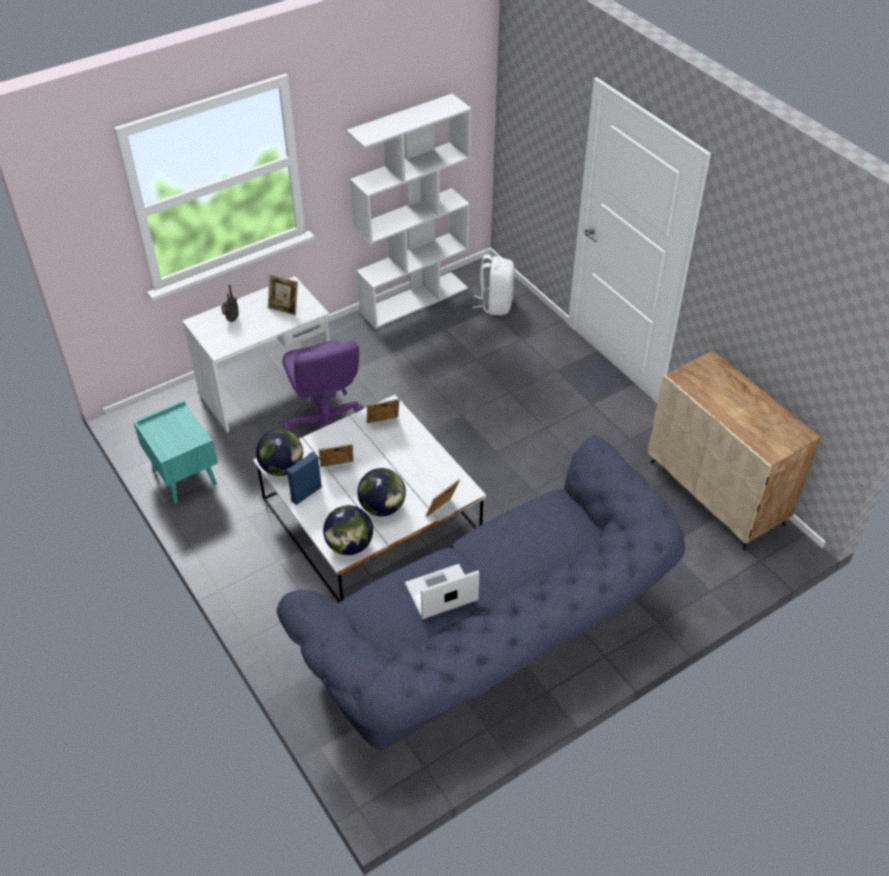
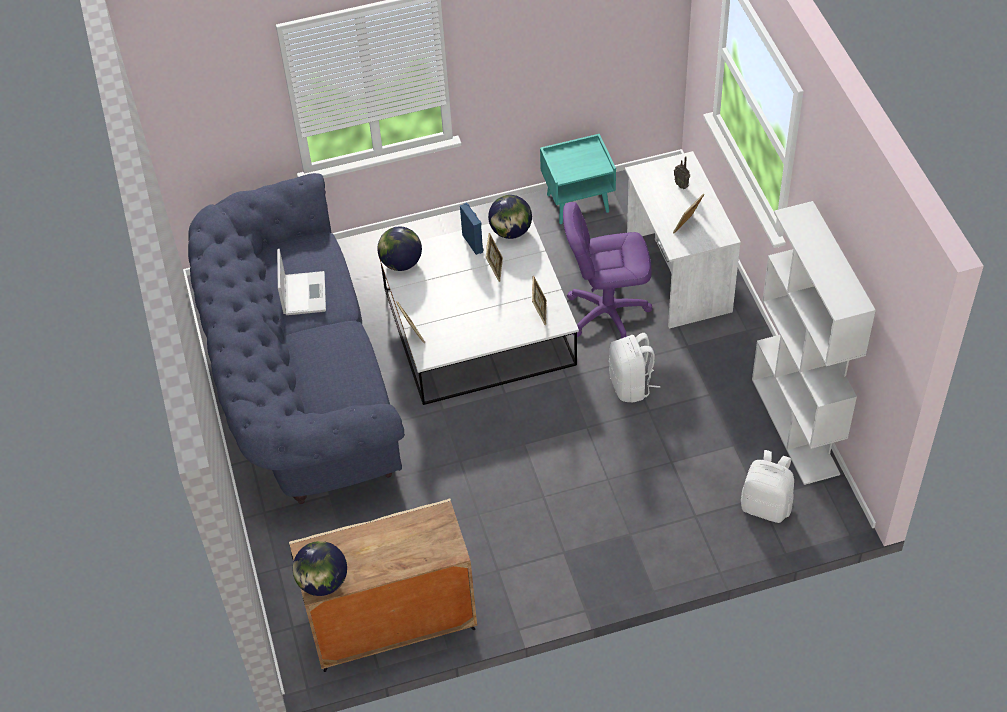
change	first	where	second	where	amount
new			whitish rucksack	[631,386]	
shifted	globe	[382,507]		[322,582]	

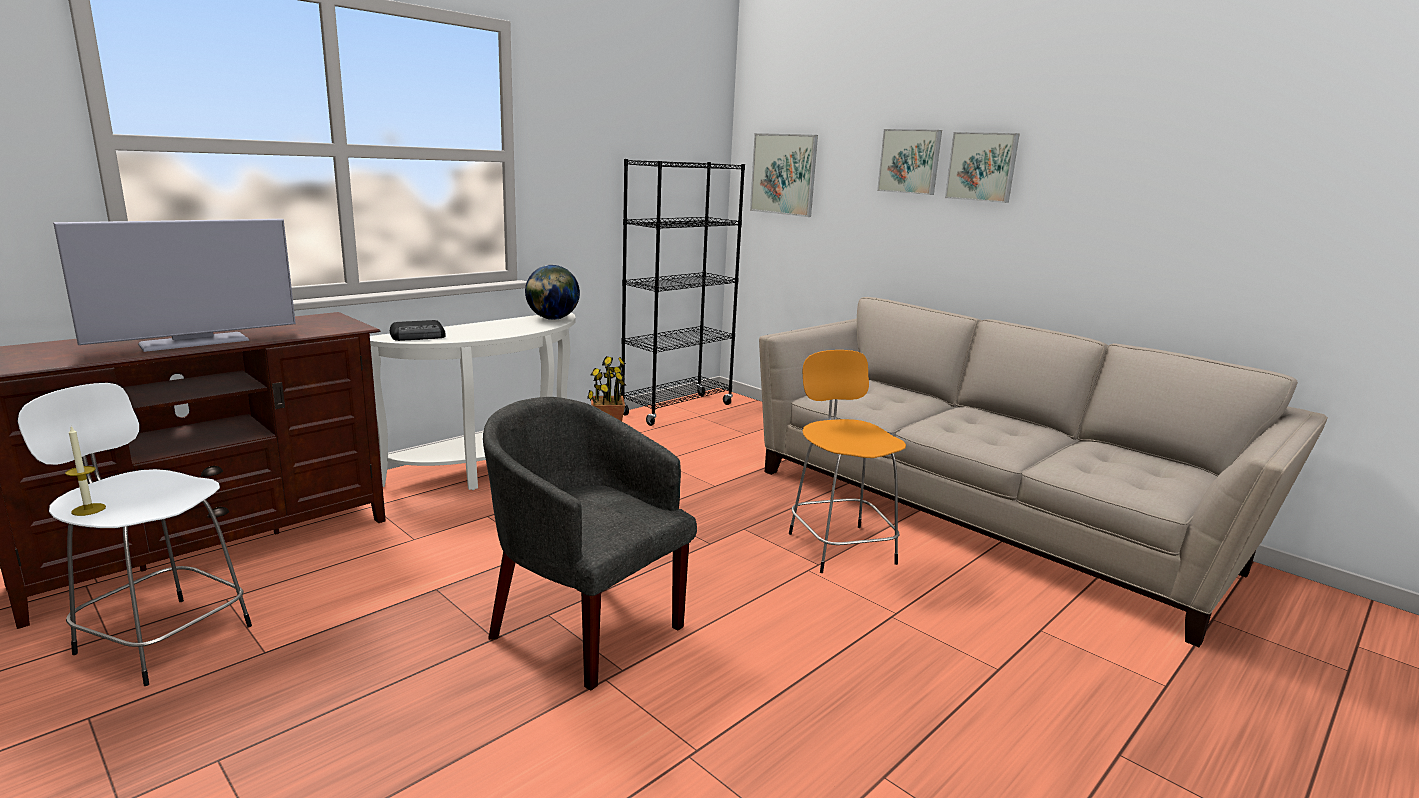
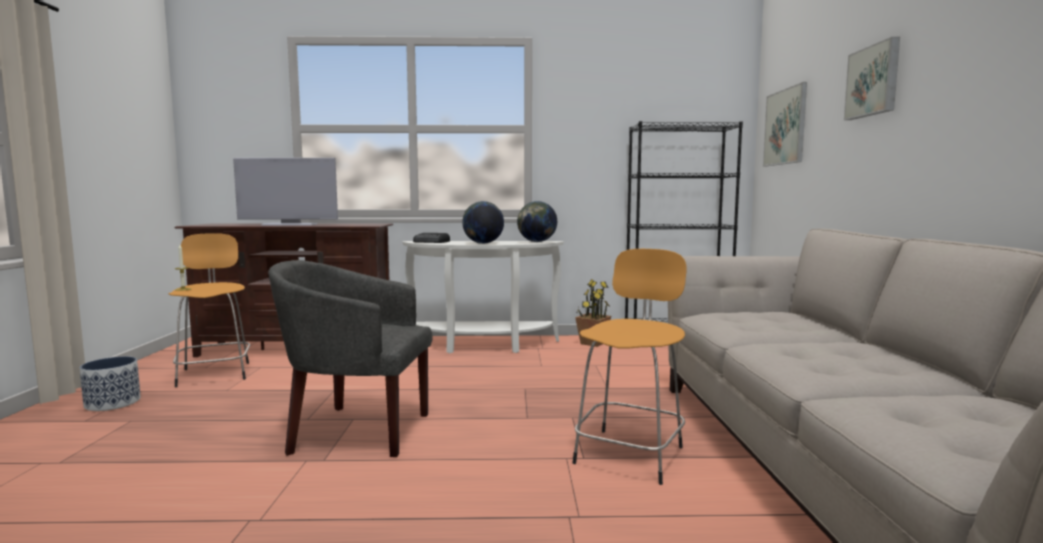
change	first	where	second	where	amount
gone	wall art	[982,167]			
new			flower pot	[113,403]	
new			globe	[483,243]	
repainted	whitish stool seat	[161,638]	orangey stool seat	[214,373]	
rotated	gray easy chair	[583,626]		[356,431]	75 degrees counterclockwise

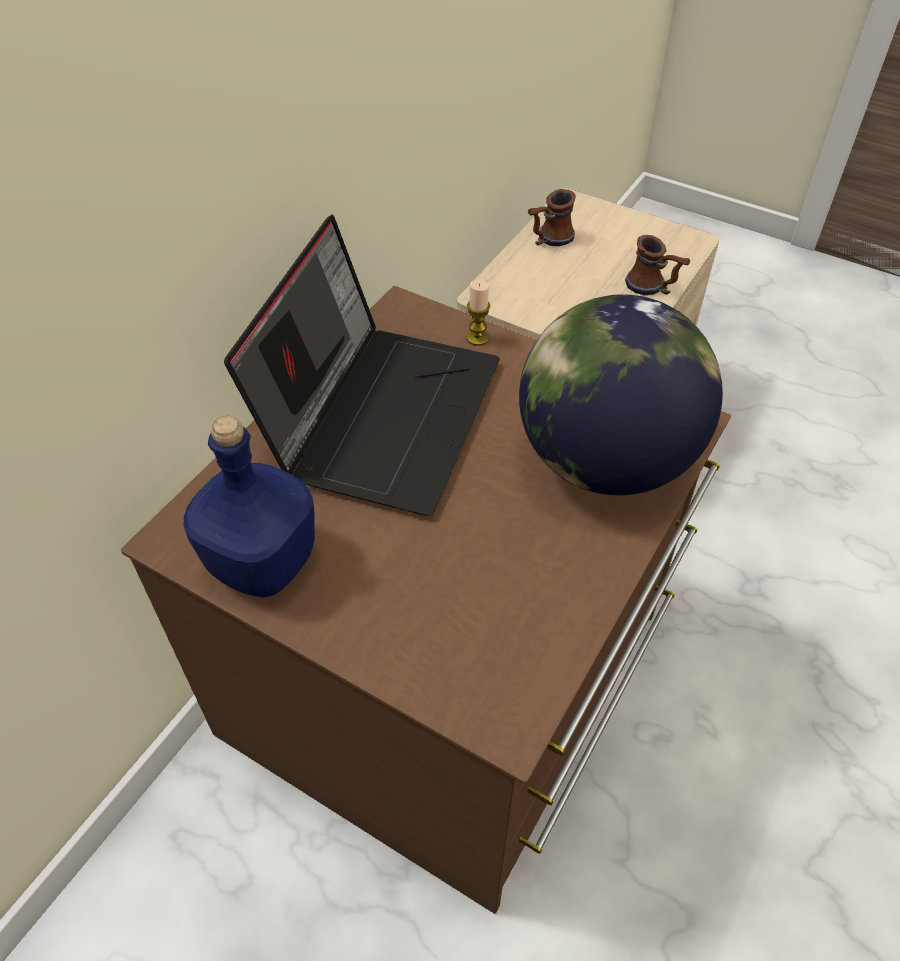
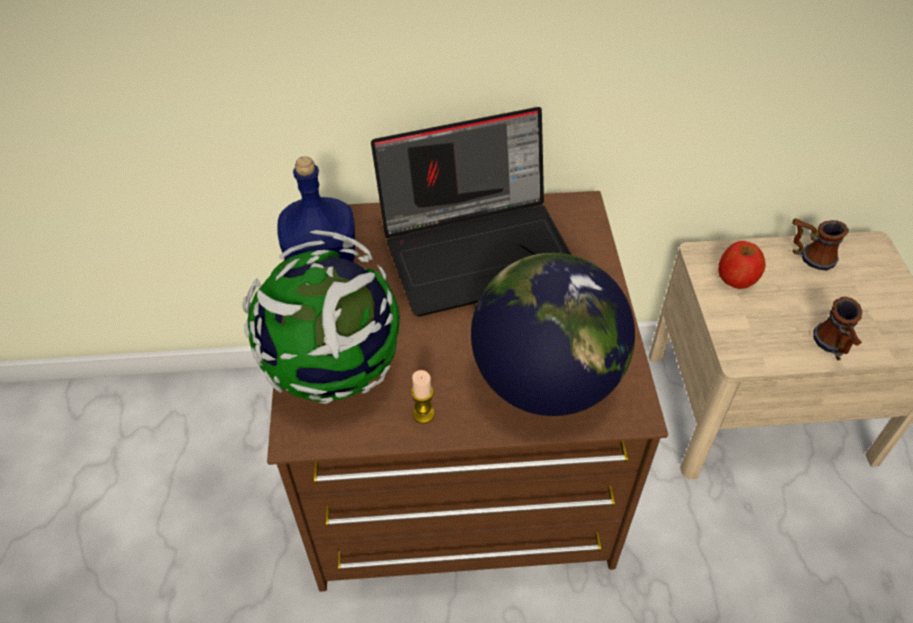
change	first	where	second	where	amount
new			globe	[334,370]	
new			apple	[737,277]	
shifted	wax light	[477,338]		[423,414]	

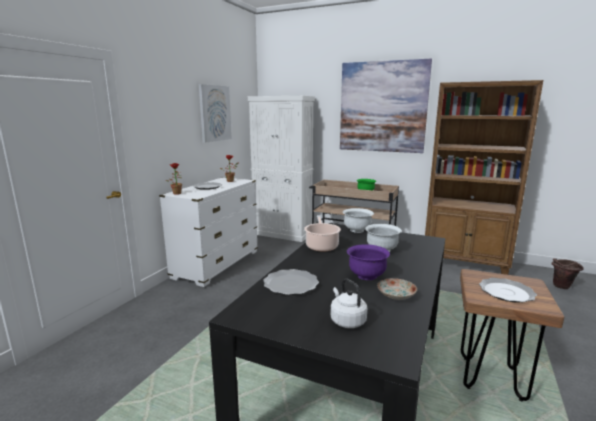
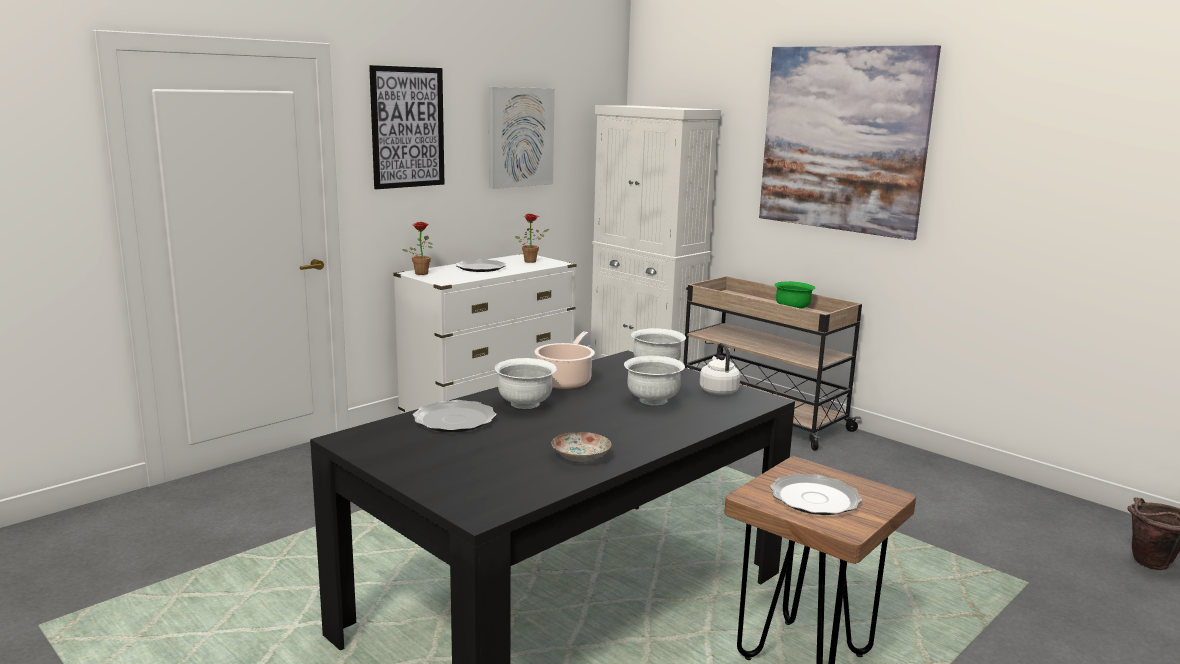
change	first	where	second	where	amount
gone	purple bowl	[366,275]			
gone	brownish shelving unit	[465,263]			
new			wall art	[407,127]	
new			whitish bowl	[525,404]	
shifted	whitish water kettle	[346,320]		[718,390]	

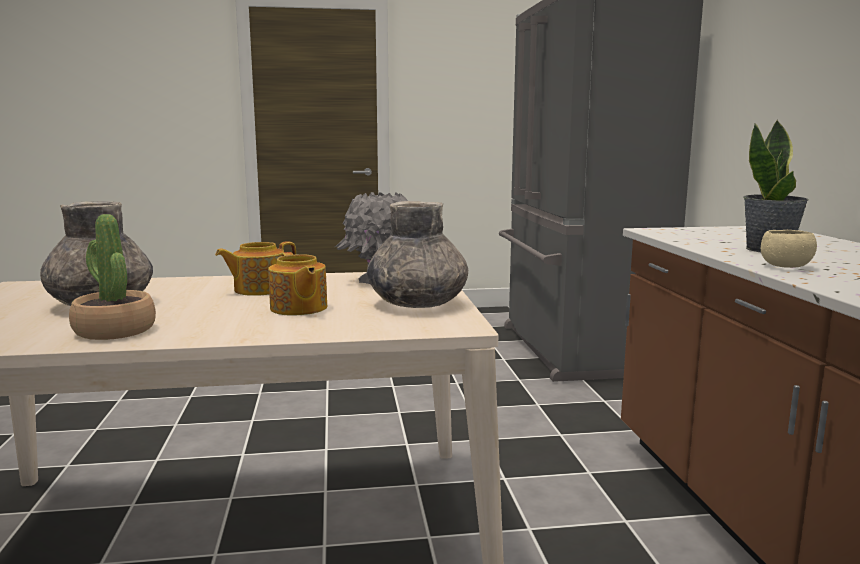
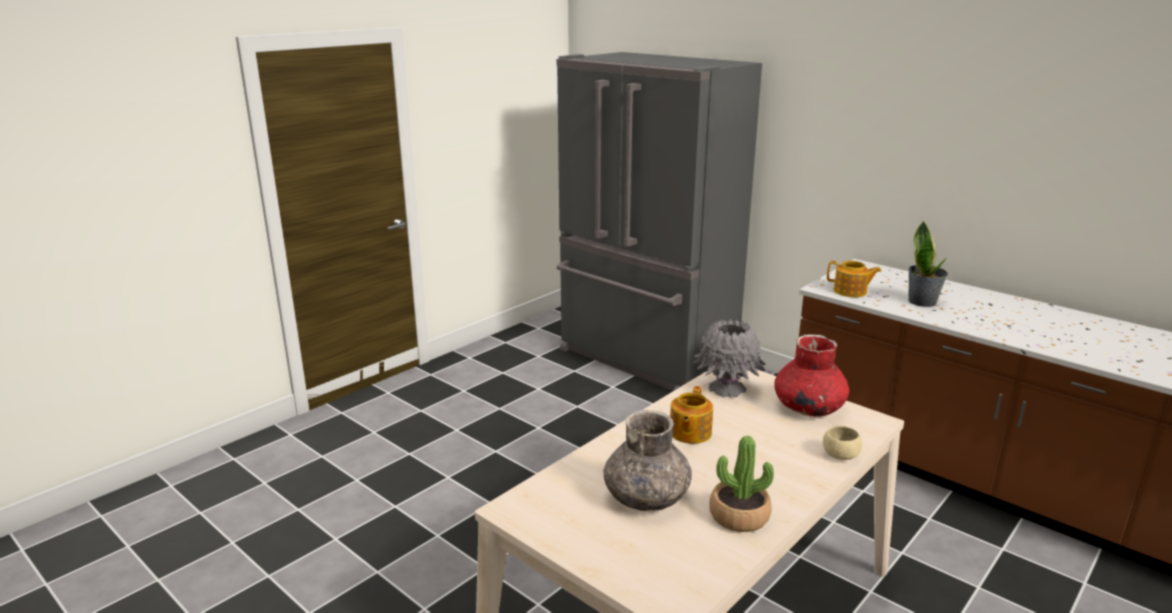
change	first	where	second	where	amount
shifted	pot for tea	[298,308]		[850,291]	
shifted	beige bowl	[785,266]		[840,455]	
repainted	gray flower vase	[417,303]	red-coloured flower vase	[808,407]	

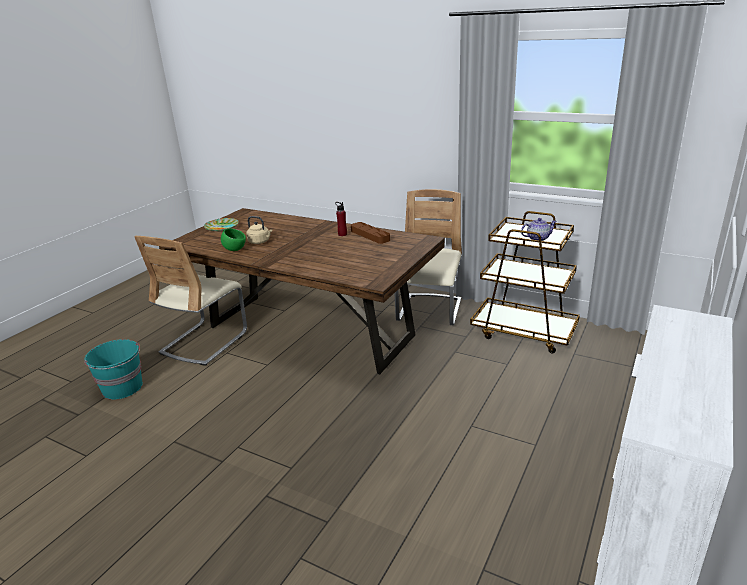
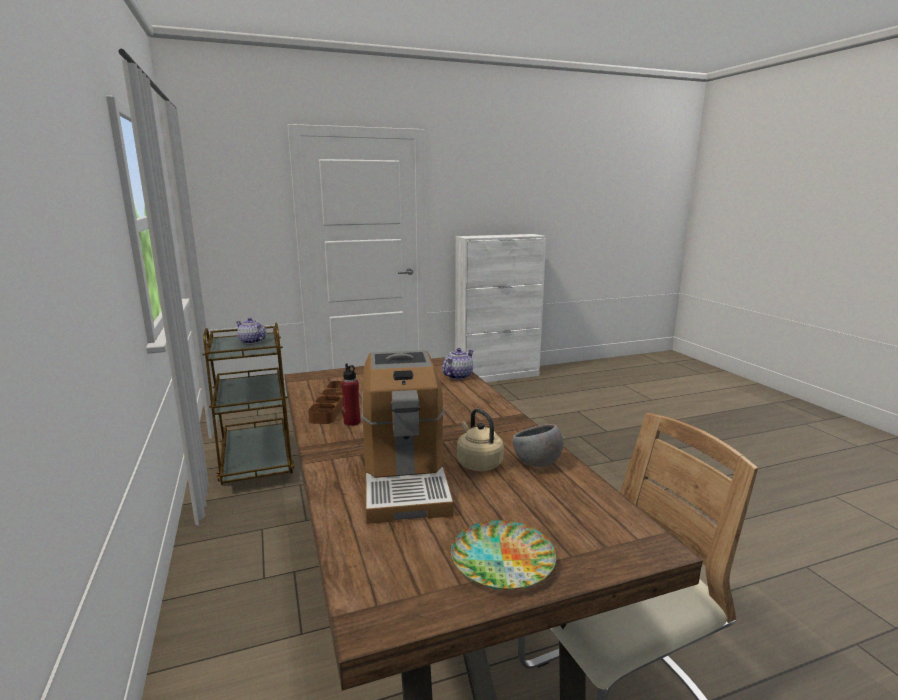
change	first	where	second	where	amount
gone	blue-green pail	[123,388]			
gone	beige plain chair	[429,311]			
new			coffee machine	[404,479]	
new			pot for tea	[457,376]	
repainted	green bowl	[234,249]	gray bowl	[537,464]	

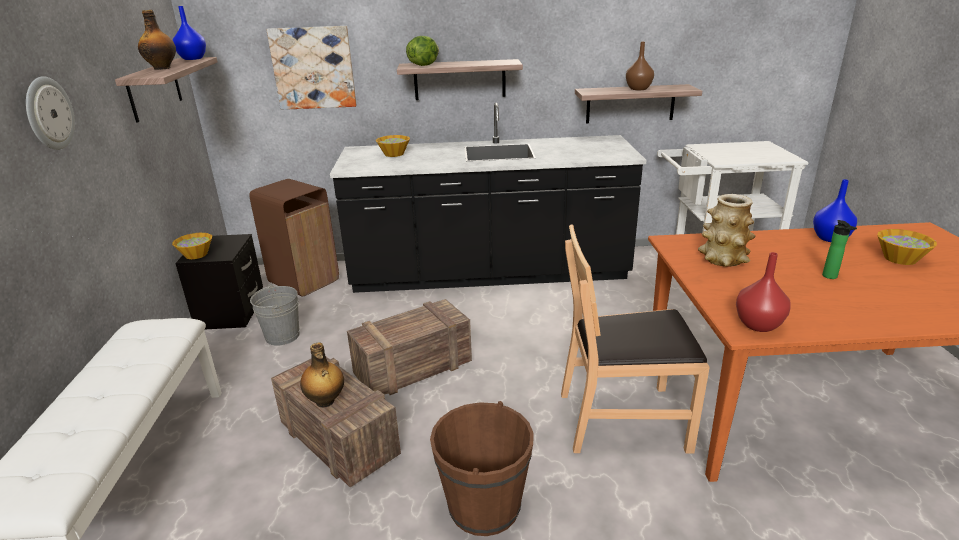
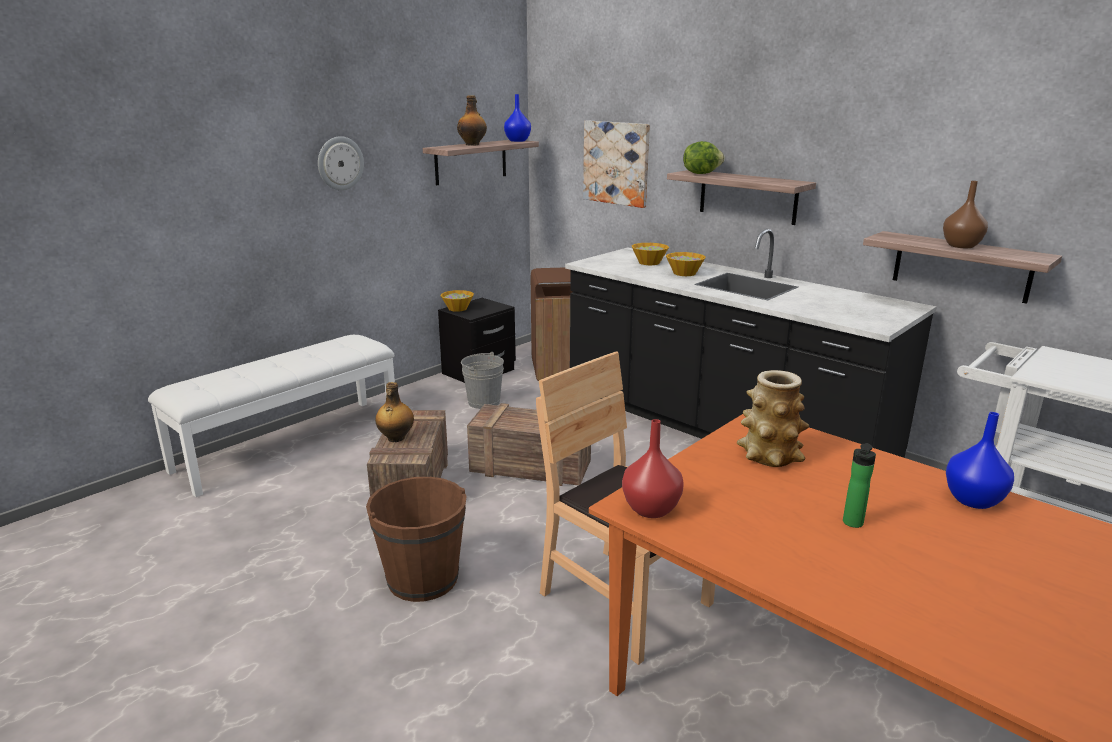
change	first	where	second	where	amount
shifted	bowl	[899,258]		[684,273]	

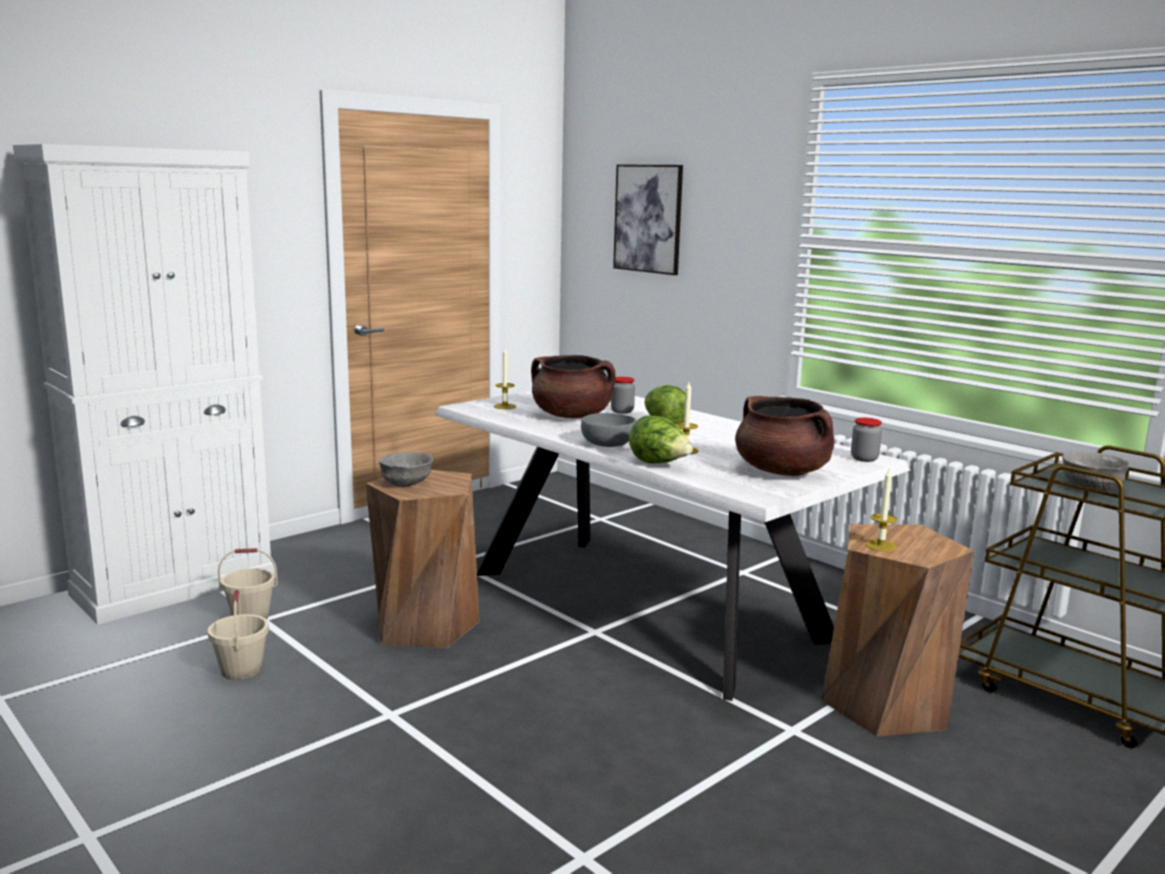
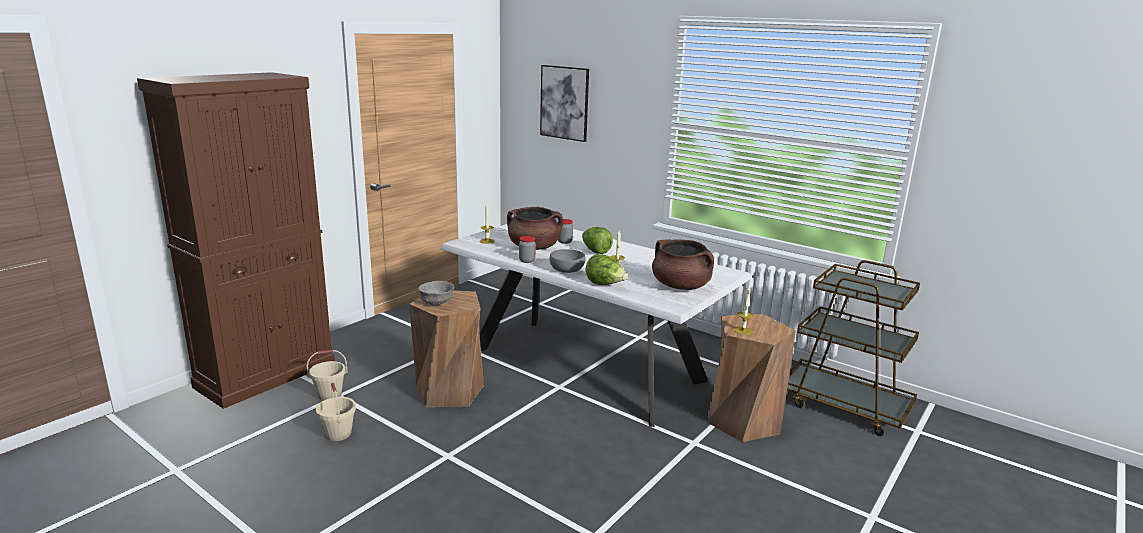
change	first	where	second	where	amount
gone	gray bowl	[1092,487]			
shifted	preserve jar	[864,459]		[527,260]	
repainted	whitish storage cabinet	[175,585]	brownish storage cabinet	[267,374]	

